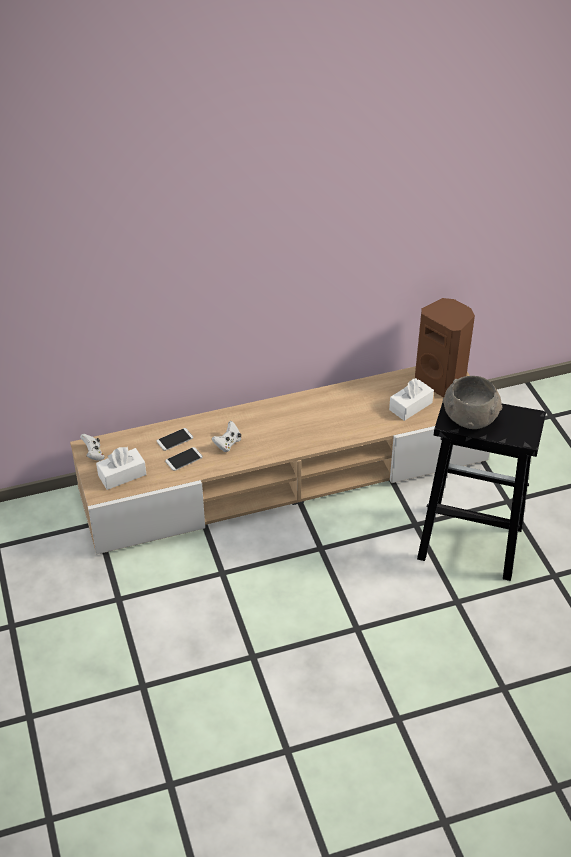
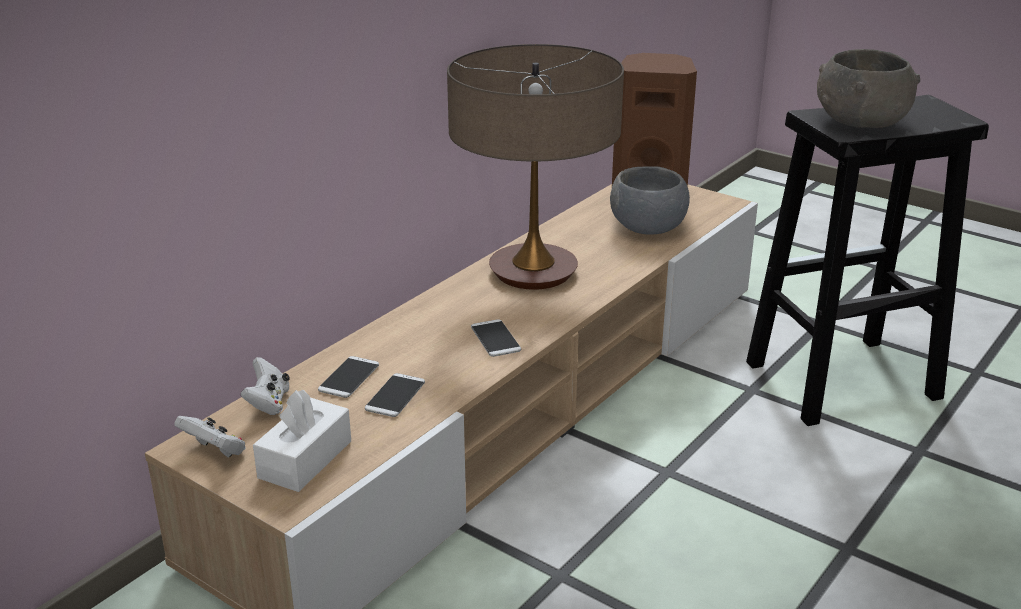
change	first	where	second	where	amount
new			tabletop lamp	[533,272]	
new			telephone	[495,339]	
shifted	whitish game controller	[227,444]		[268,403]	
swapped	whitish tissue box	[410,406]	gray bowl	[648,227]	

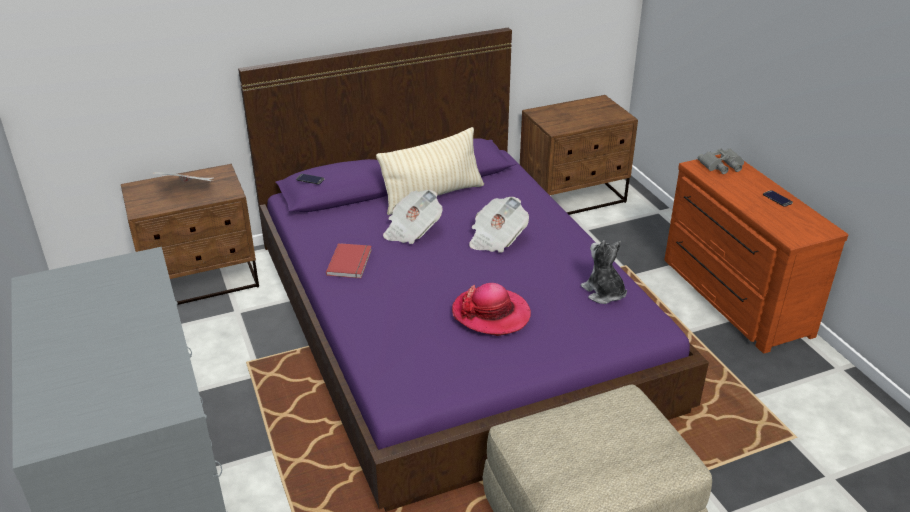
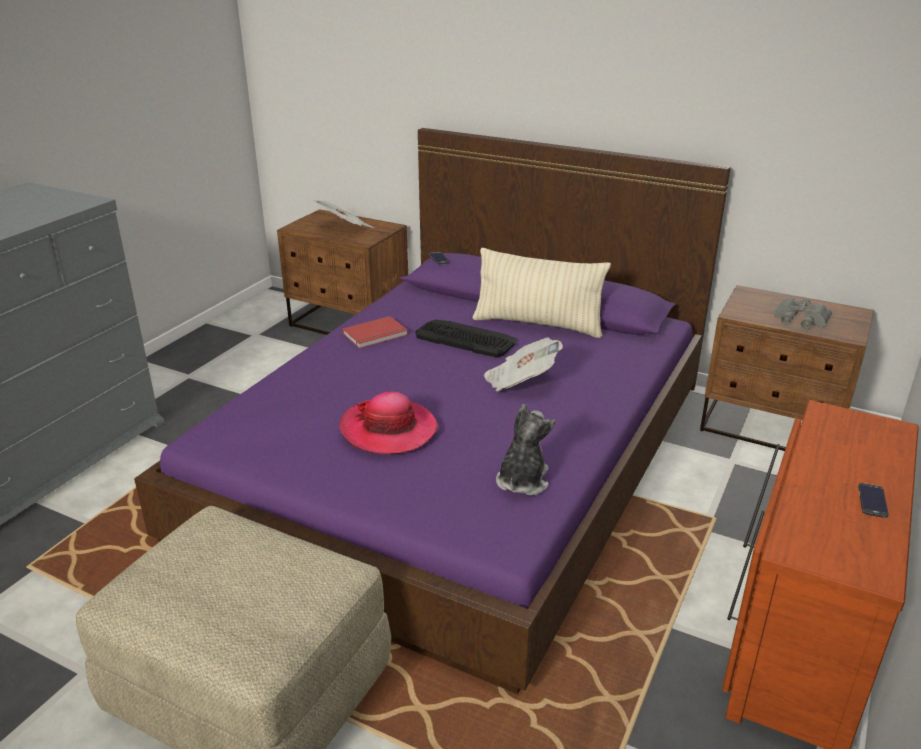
change	first	where	second	where	amount
shifted	gray binoculars	[722,165]		[799,319]	
swapped	daily paper	[412,230]	computer keyboard	[465,338]	

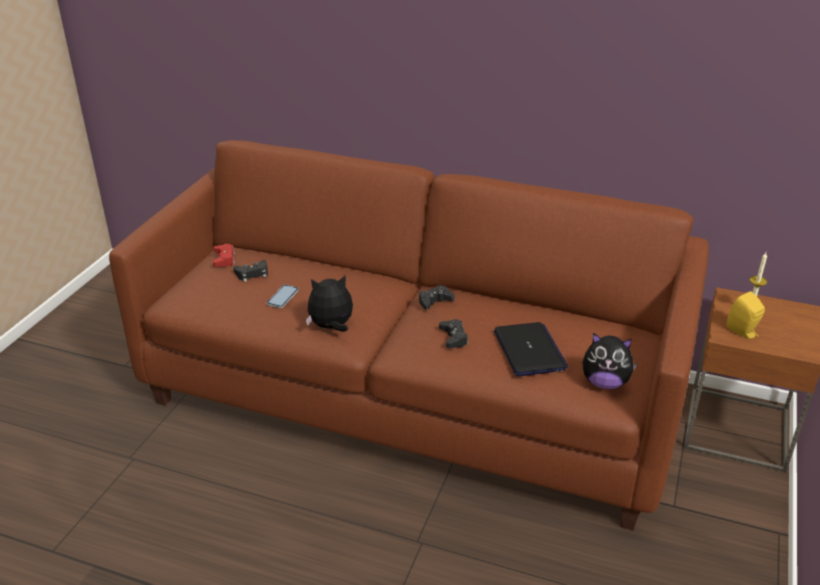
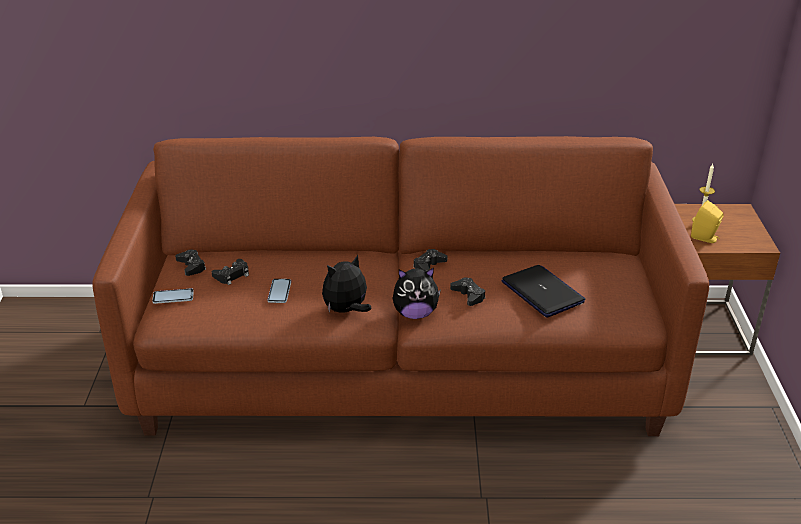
change	first	where	second	where	amount
new			telephone	[173,297]	
shifted	cuddly toy	[605,383]		[415,314]	
repainted	red-coloured game controller	[224,259]	black-coloured game controller	[191,266]	

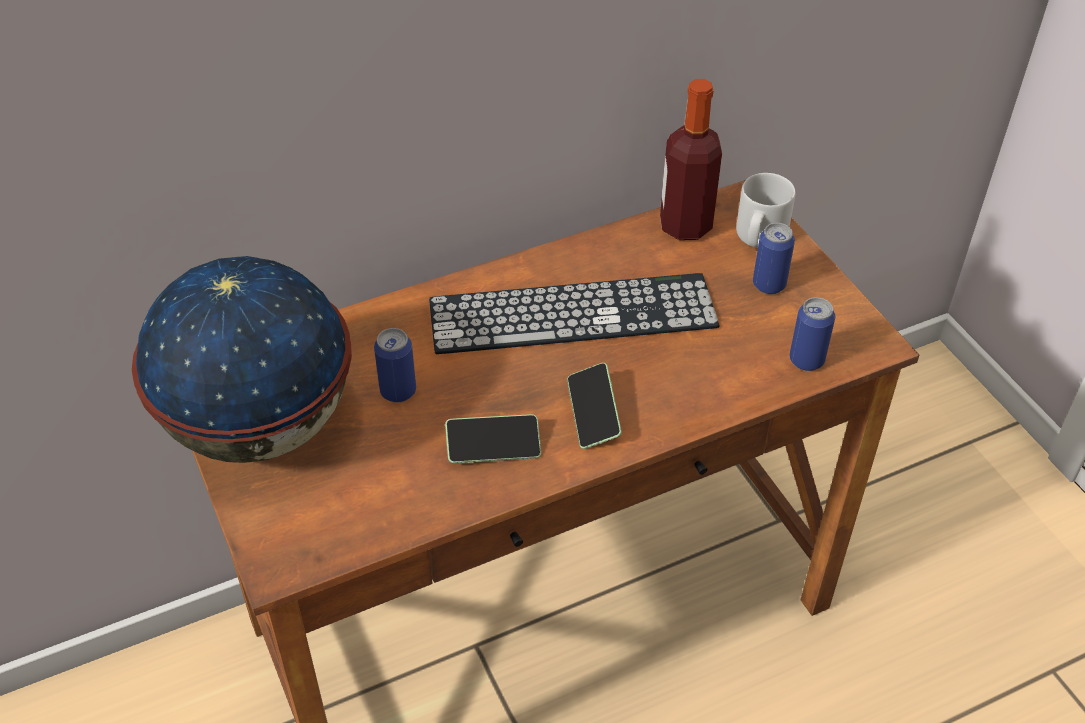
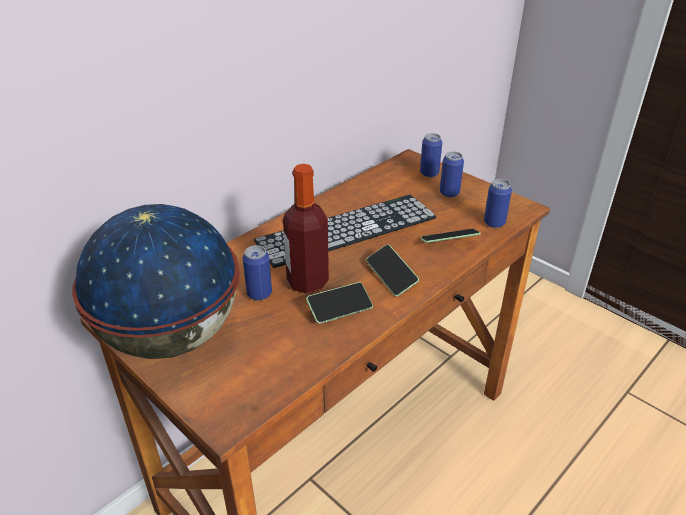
change	first	where	second	where	amount
new			telephone	[449,242]	
shifted	beverage bottle	[685,225]		[307,282]	
swapped	gray tea mug	[759,237]	can	[429,173]	

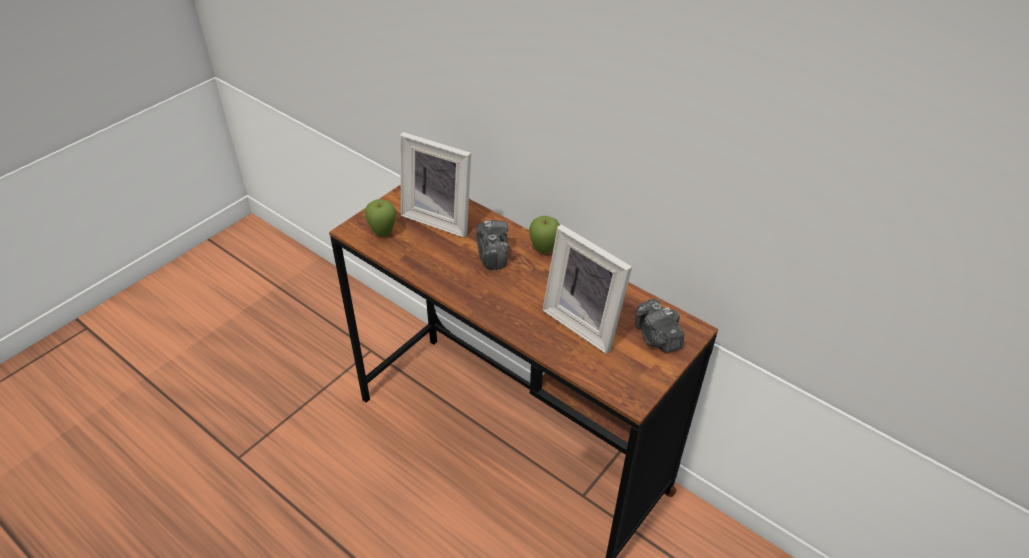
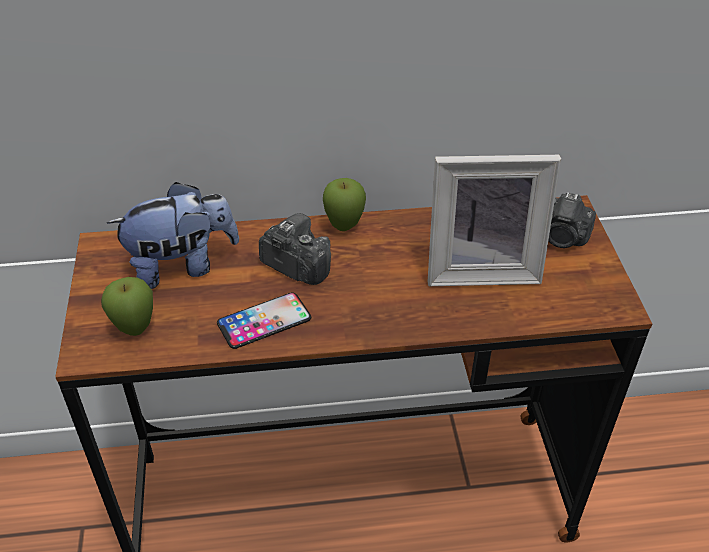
change	first	where	second	where	amount
new			telephone	[264,321]	
swapped	standing frame	[440,218]	cuddly toy	[182,266]	

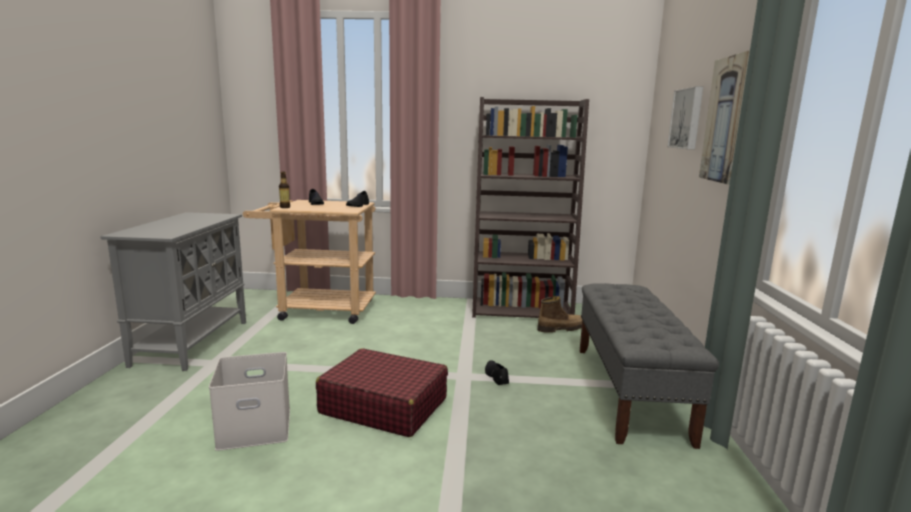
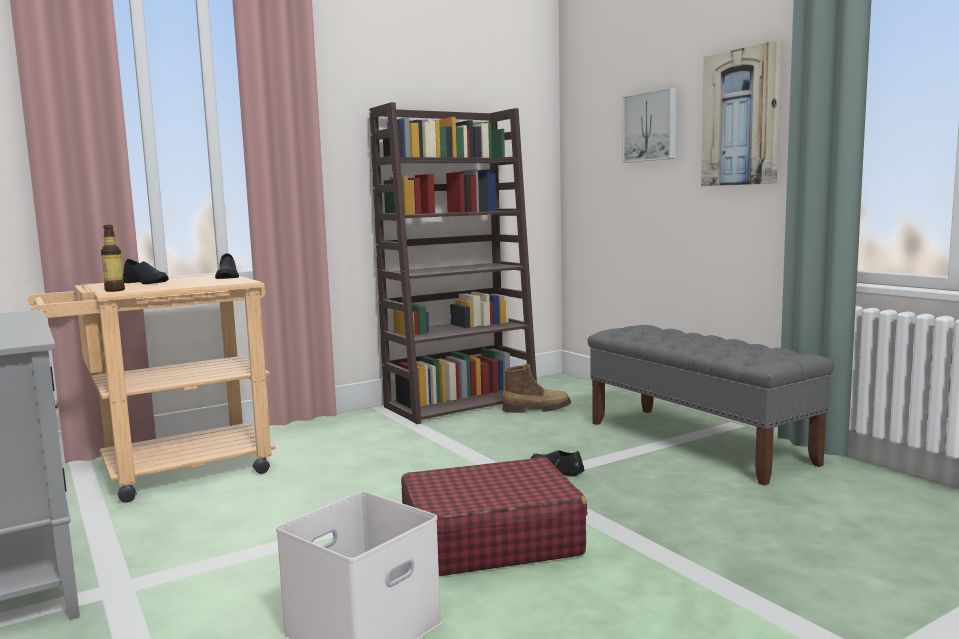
change	first	where	second	where	amount
rotated	boot	[560,328]		[536,409]	45 degrees clockwise

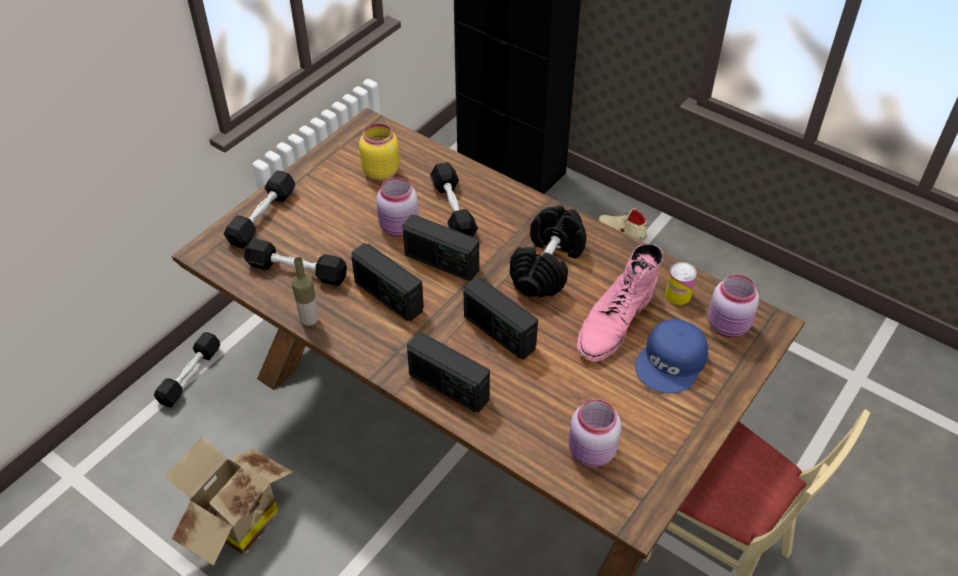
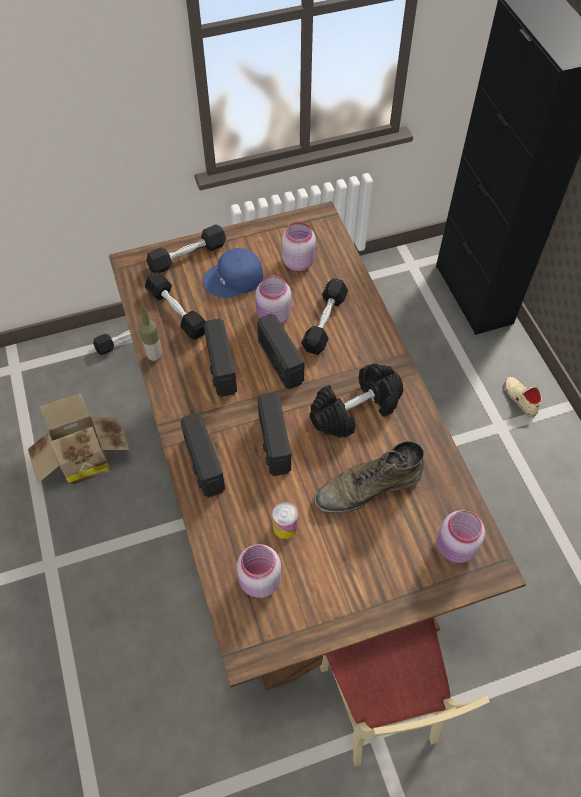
change	first	where	second	where	amount
shifted	blue cap	[672,362]		[234,279]	
shifted	can	[678,295]		[285,527]	
repainted	yellow preserve jar	[380,171]	pinkish preserve jar	[298,261]	
repainted	pinkish boot	[614,322]	green boot	[367,488]	

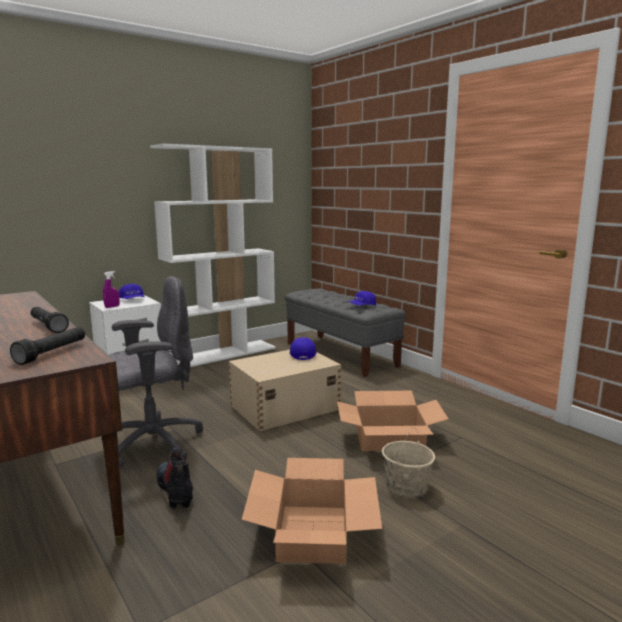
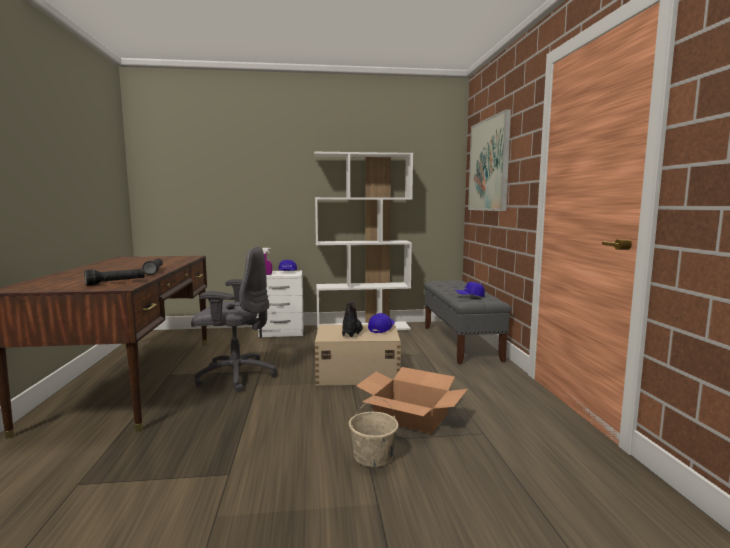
change	first	where	second	where	amount
gone	carton	[313,533]			
new			wall art	[489,165]	
shifted	boot	[176,490]		[352,331]	

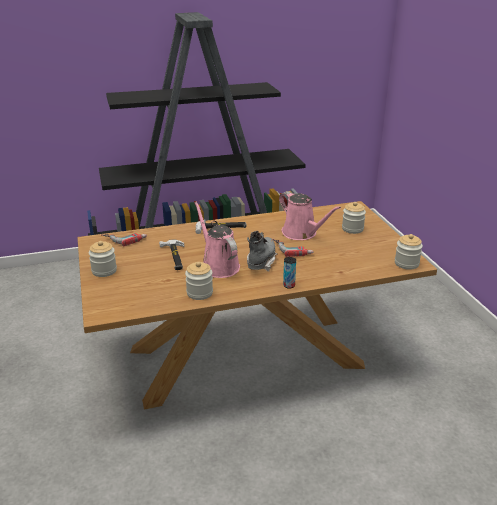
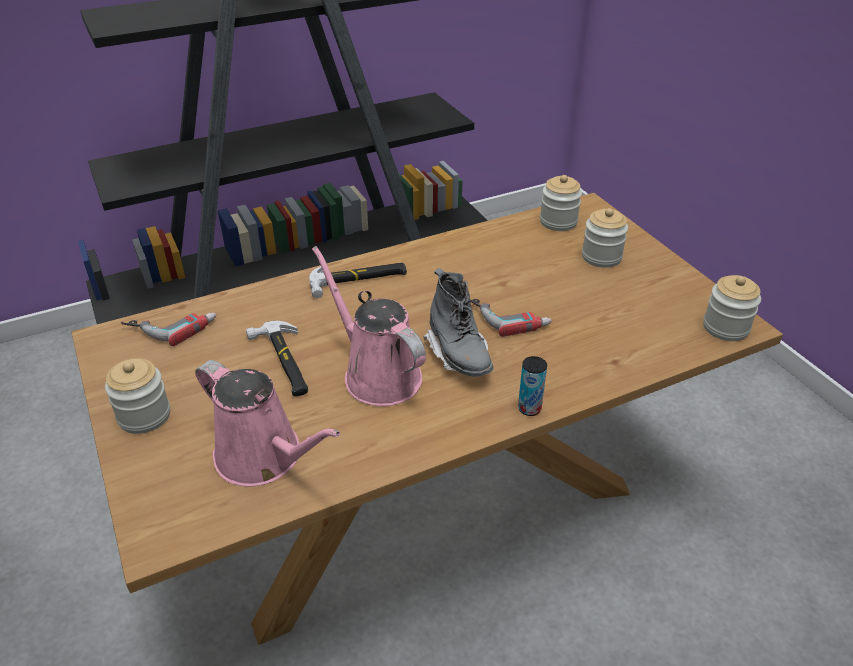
change	first	where	second	where	amount
shifted	preserve jar	[199,293]		[558,222]	
shifted	pinkish watering pot	[301,233]		[264,457]	
rotated	gray boot	[261,262]		[459,355]	150 degrees clockwise

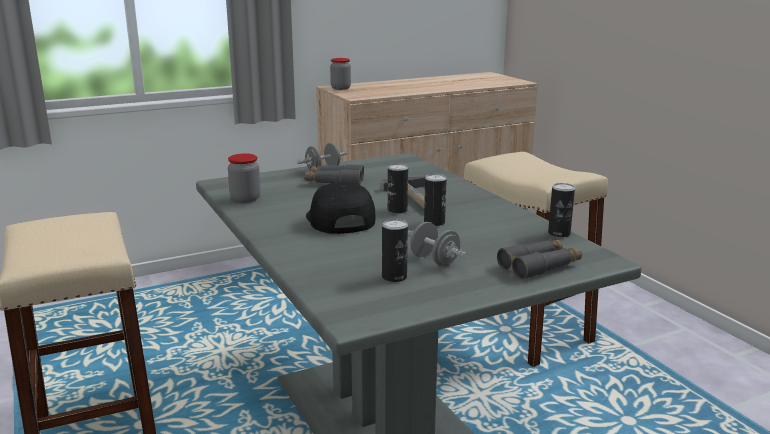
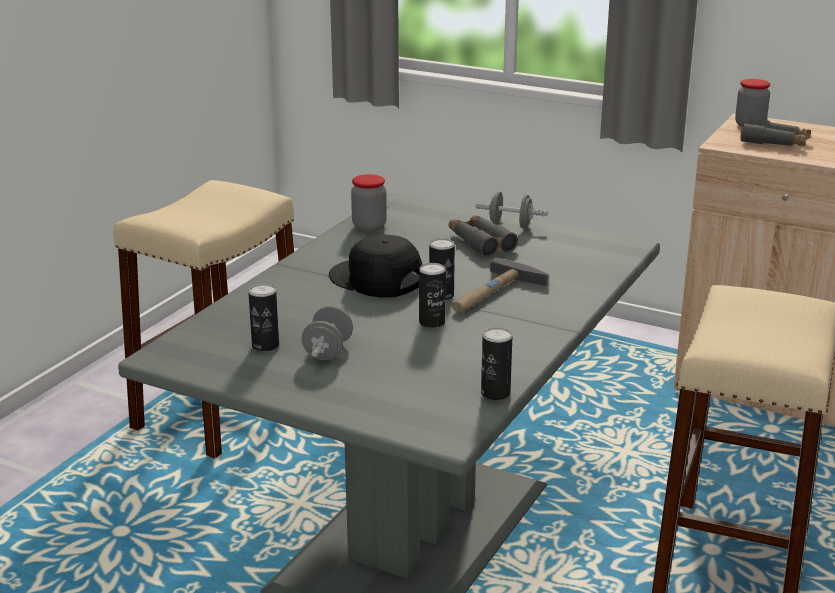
change	first	where	second	where	amount
shifted	gray binoculars	[540,266]		[774,142]	
rotated	black-coloured cap	[339,219]		[375,279]	90 degrees counterclockwise

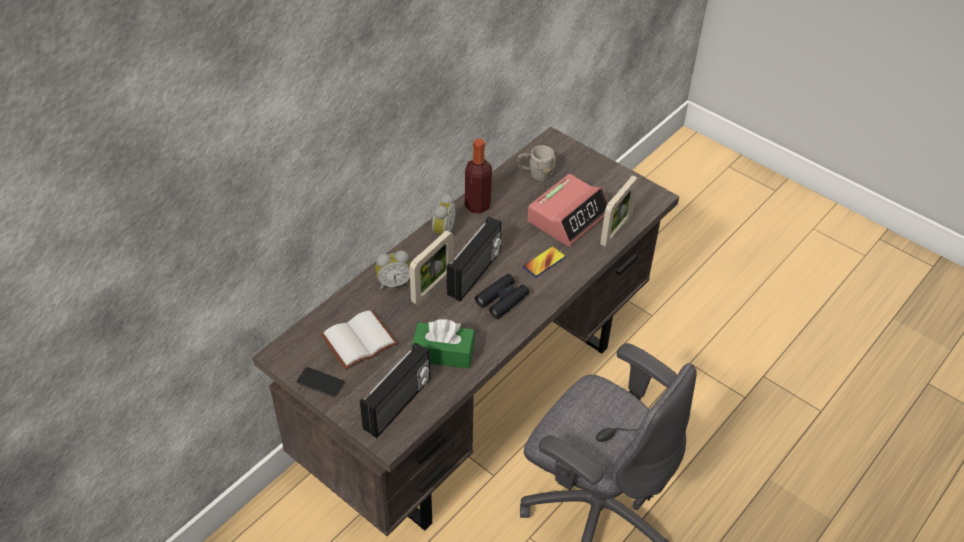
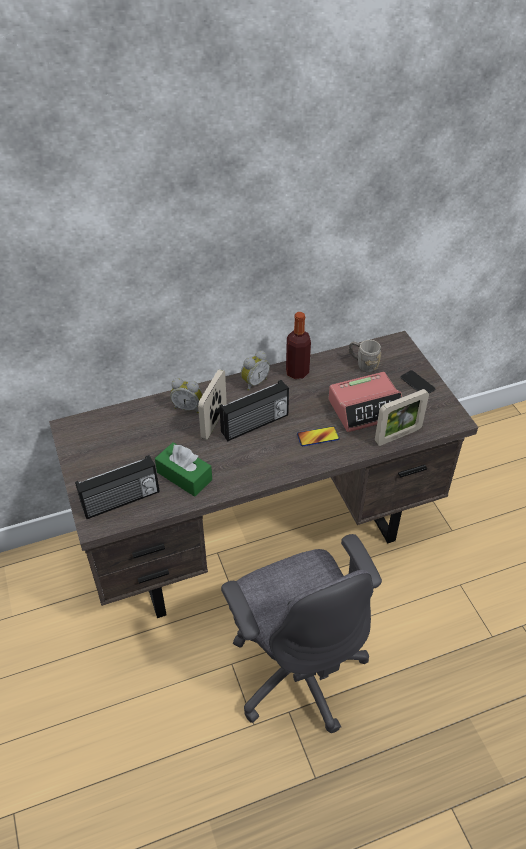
change	first	where	second	where	amount
gone	whitish volume	[359,339]			
gone	black-coloured binoculars	[502,300]			
shifted	telephone	[320,382]		[417,383]	
rotated	standing frame	[432,288]		[214,422]	135 degrees clockwise

